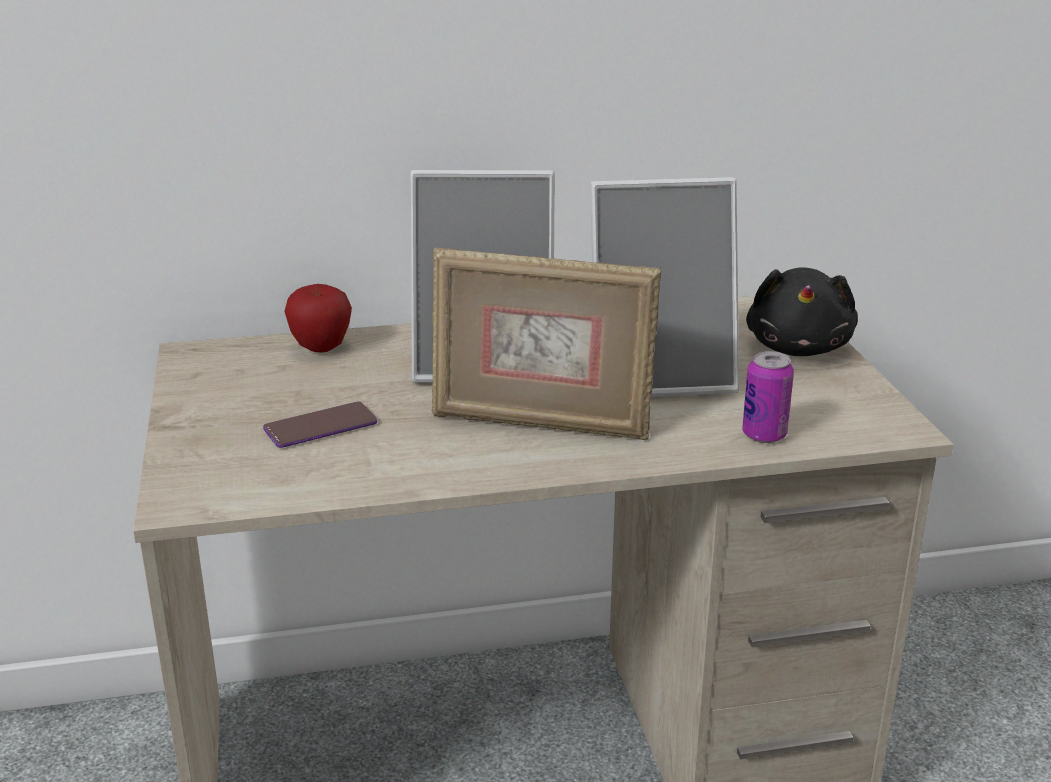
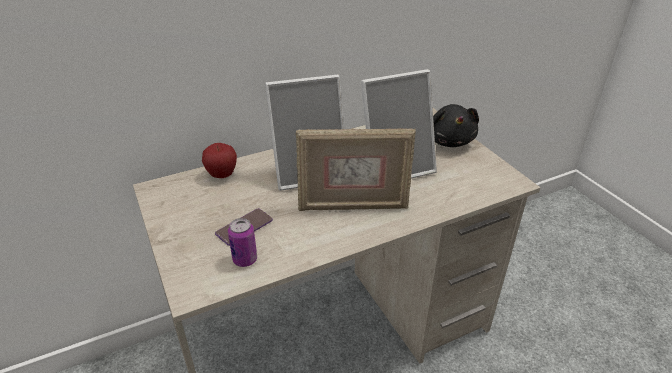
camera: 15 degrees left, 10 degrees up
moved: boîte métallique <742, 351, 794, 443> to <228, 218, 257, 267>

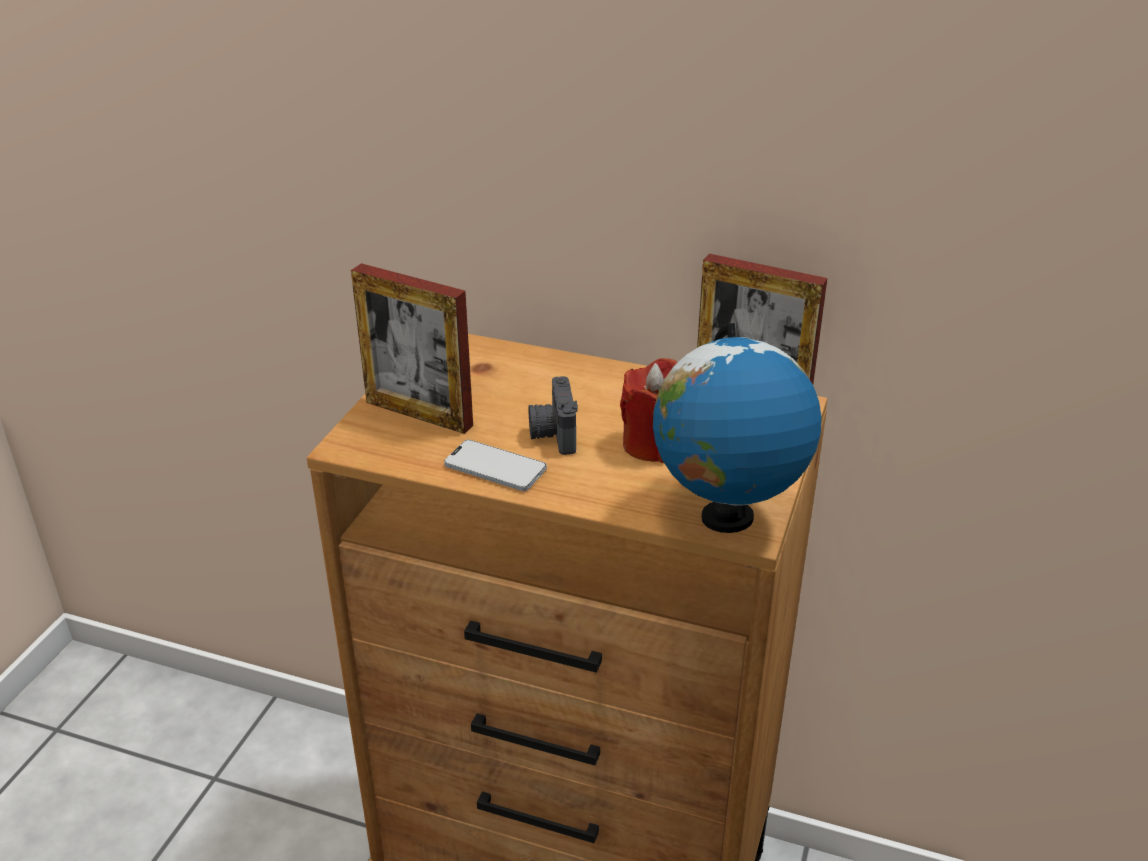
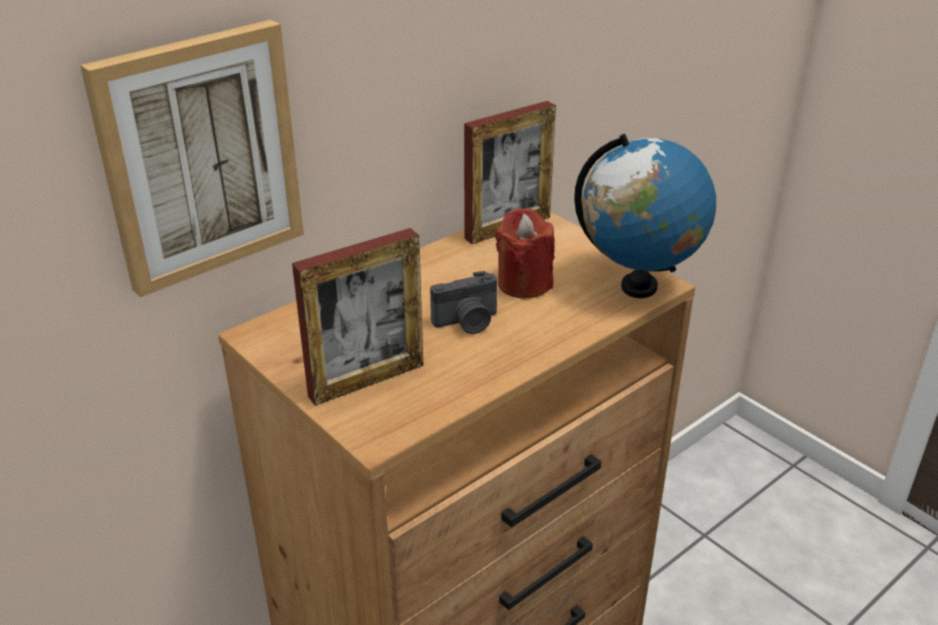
camera: 60 degrees left, 0 degrees up
removed: téléphone <444, 440, 547, 491>
added: tableau <80, 20, 304, 297>
turned: appareil photo <529, 376, 578, 455> = <430, 271, 497, 334> 45 degrees counterclockwise

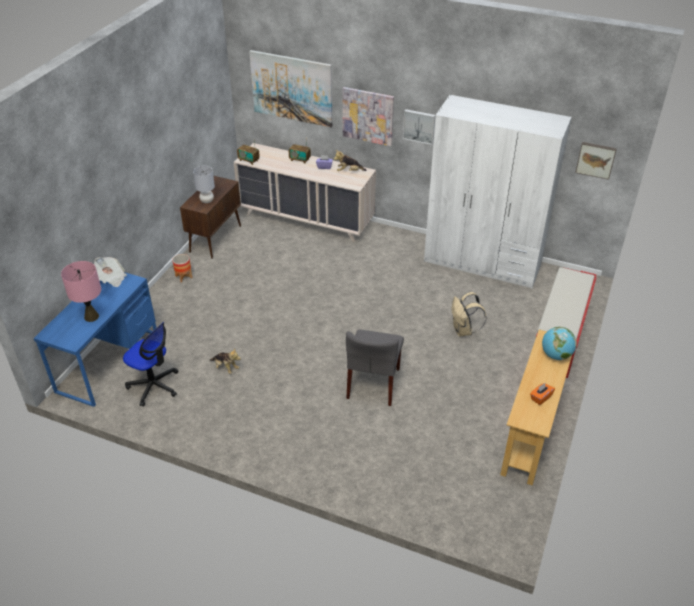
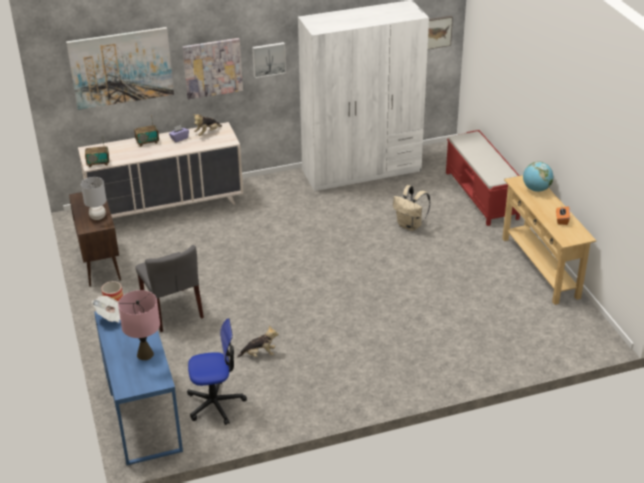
camera: 40 degrees left, 5 degrees down
moved: chaise [gris] <346, 330, 404, 406> to <135, 245, 204, 332>

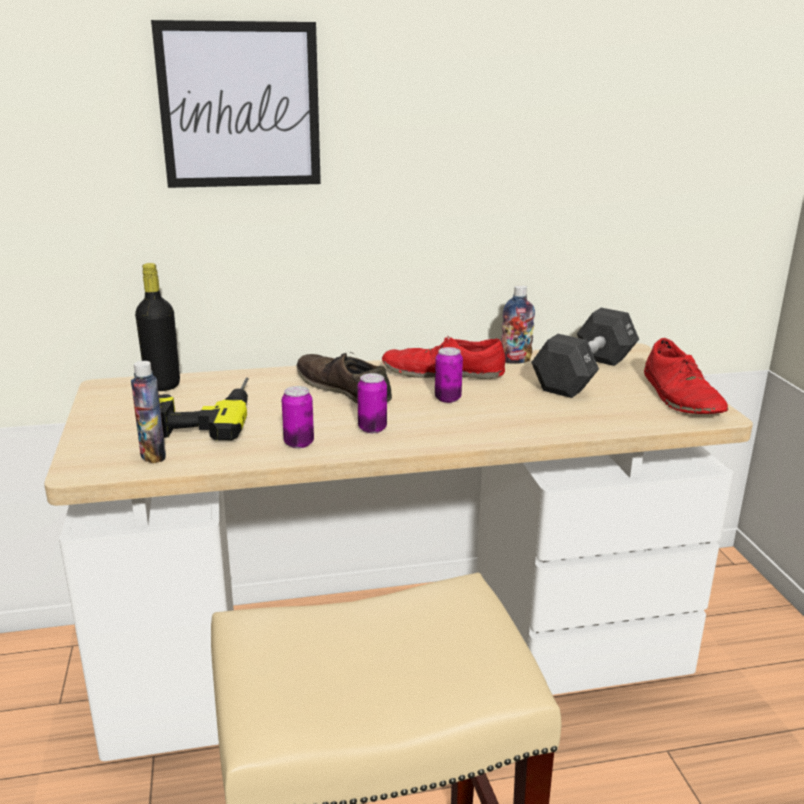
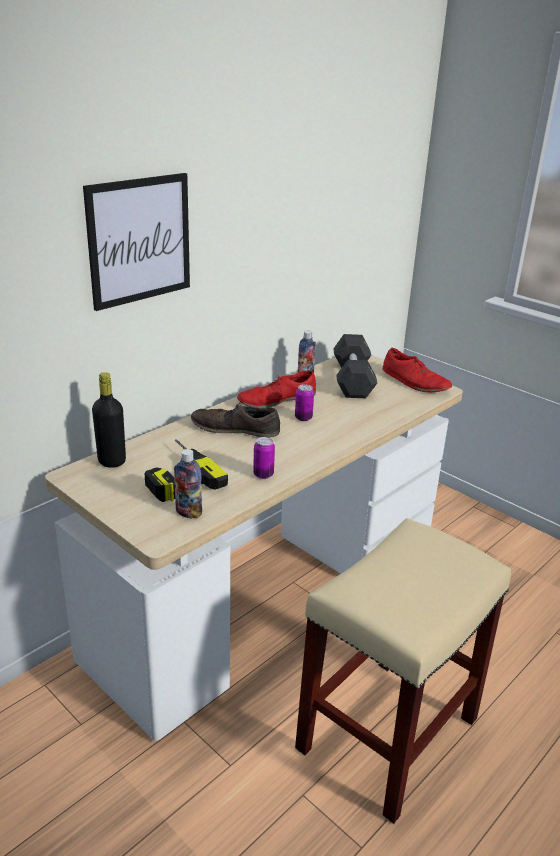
camera: 35 degrees left, 5 degrees up
removed: boîte métallique <357, 373, 387, 433>

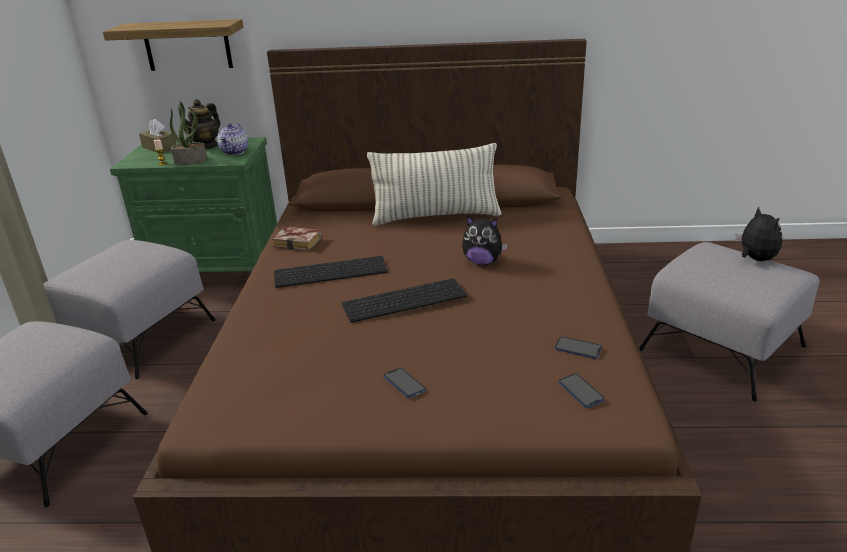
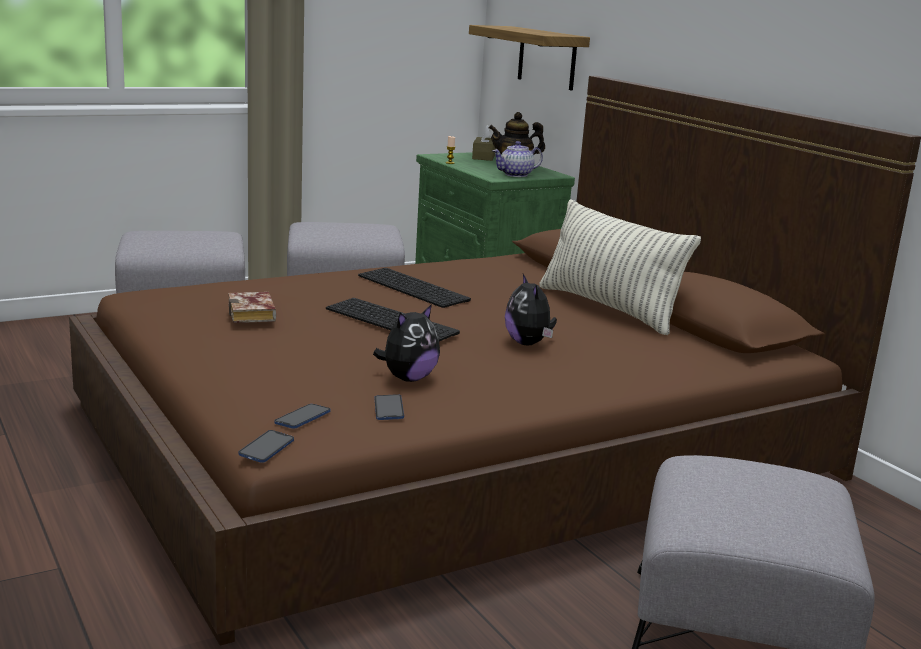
camera: 55 degrees right, 10 degrees down
removed: plante en pot <170, 101, 207, 165>
moved: livre <272, 227, 321, 251> to <228, 292, 276, 323>; téléphone <383, 368, 426, 398> to <238, 430, 294, 463>; peluche <735, 206, 783, 261> to <373, 304, 440, 382>

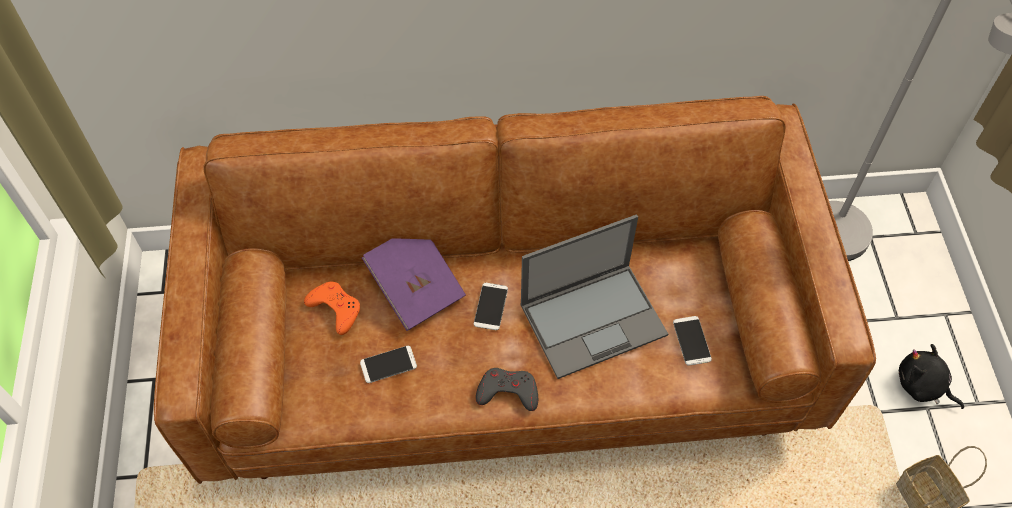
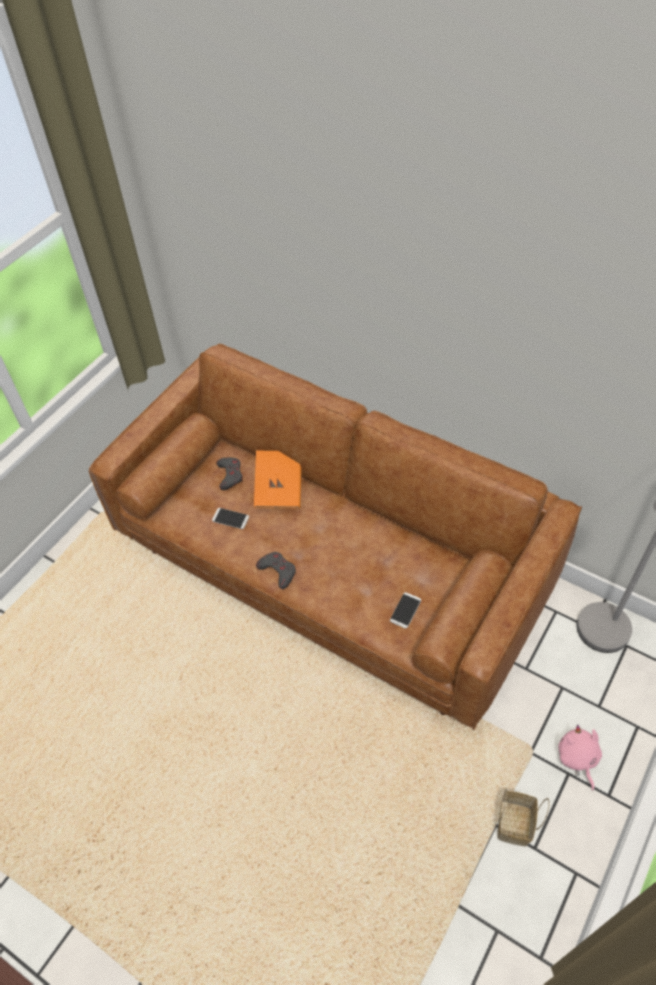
camera: 40 degrees right, 5 degrees down
removed: téléphone <474, 283, 508, 330>; ordinateur portable <521, 214, 668, 379>
recoloured: manette [orange] <304, 282, 360, 335> to manette [gris] <217, 457, 243, 490>; livre [violet] <362, 238, 466, 331> to livre [orange] <254, 451, 301, 508>; peluche [noir] <899, 344, 964, 409> to peluche [rose] <558, 724, 602, 791>

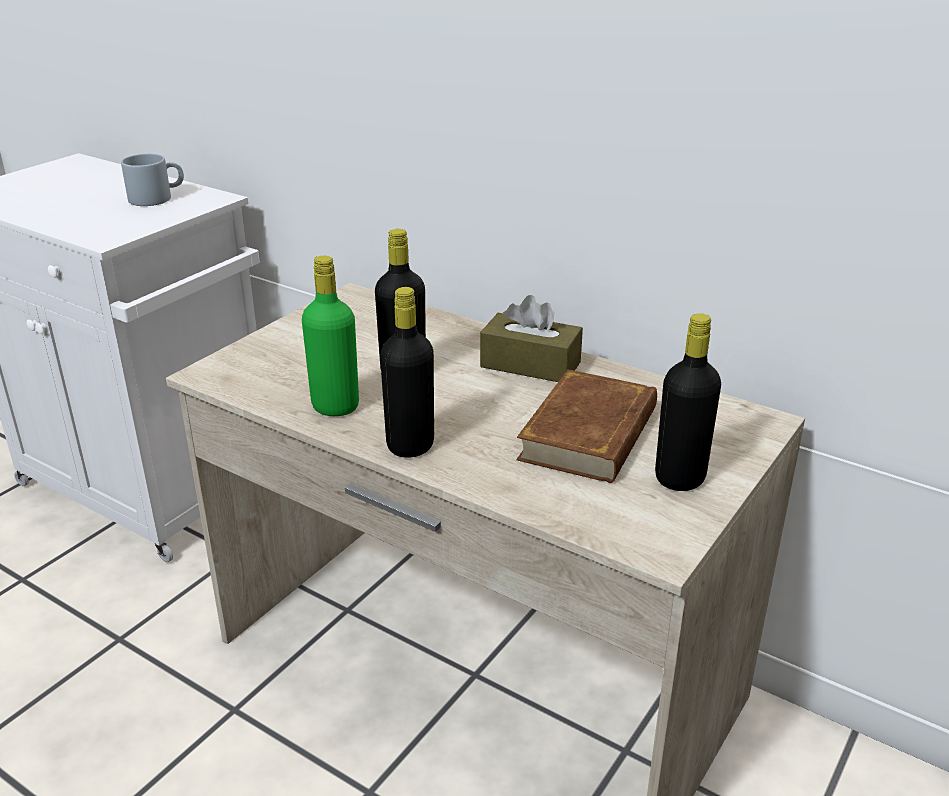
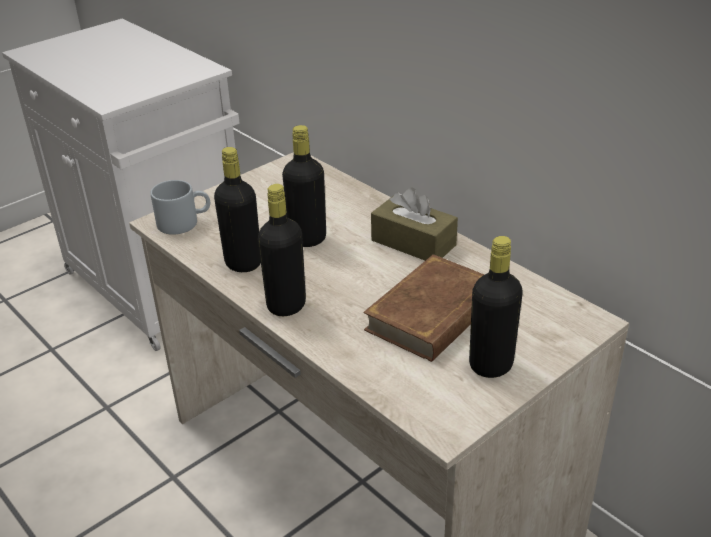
camera: 15 degrees right, 5 degrees up
moved: mug [gris] <121, 154, 184, 206> to <150, 180, 210, 235>
recoloured: bouteille [vert] <302, 256, 359, 416> to bouteille [noir] <214, 147, 261, 272>

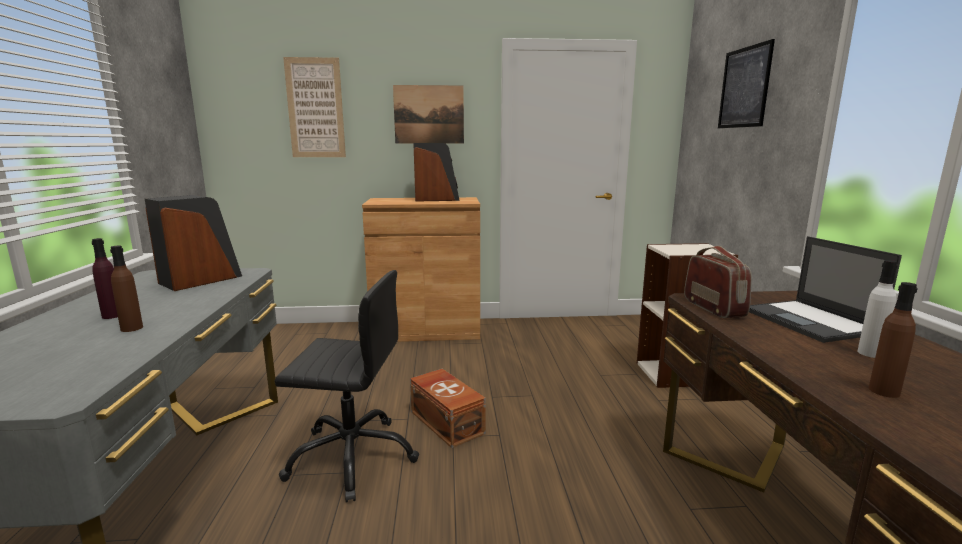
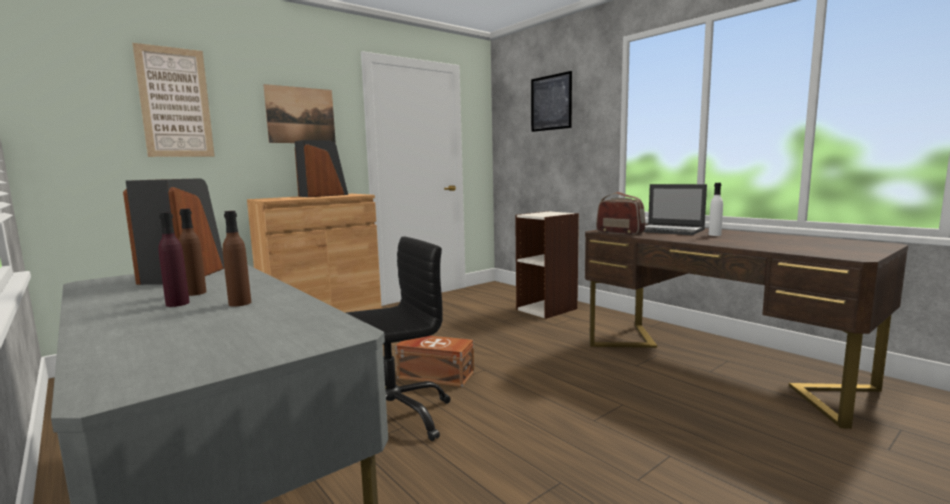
camera: 35 degrees left, 5 degrees down
moved: bouteille [marron] <868, 282, 918, 398> to <179, 209, 206, 296>

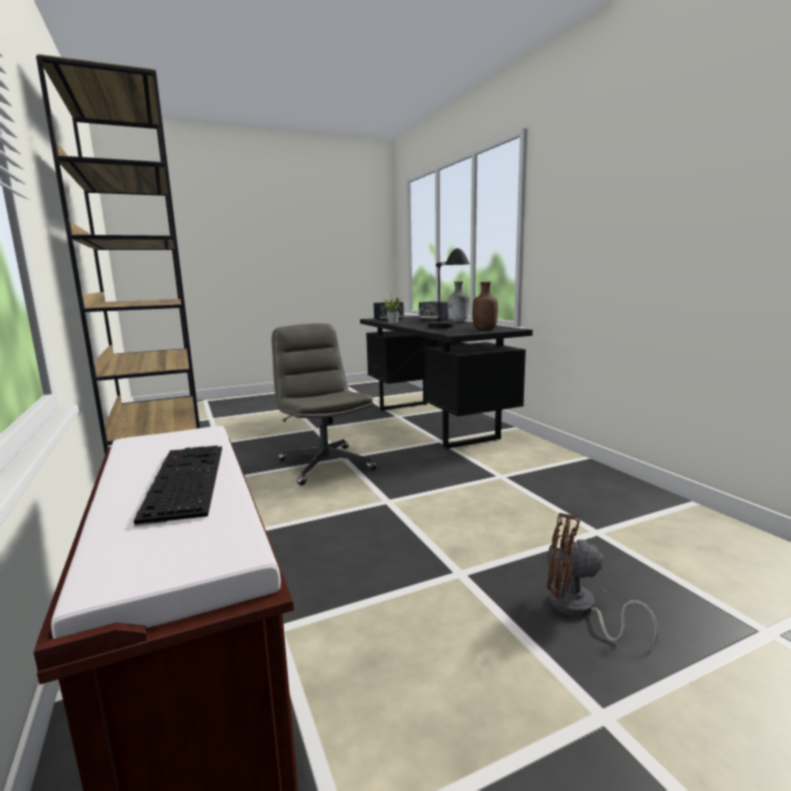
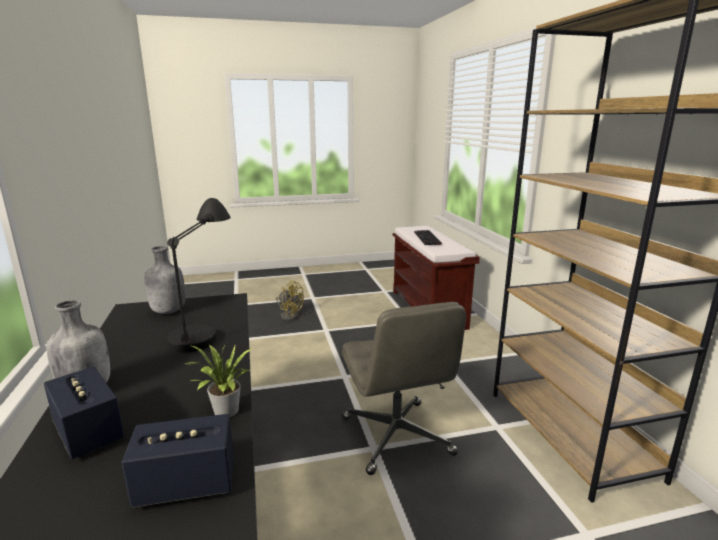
camera: 170 degrees left, 5 degrees up
recoloured: bouteille [marron] <472, 282, 498, 330> to bouteille [gris] <145, 246, 185, 314>; ventilateur [marron] <547, 513, 658, 648> to ventilateur [jaune] <276, 280, 304, 320>

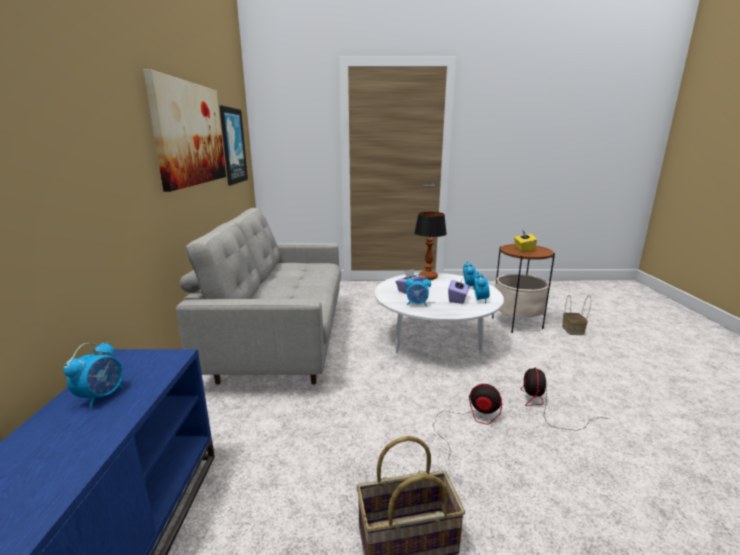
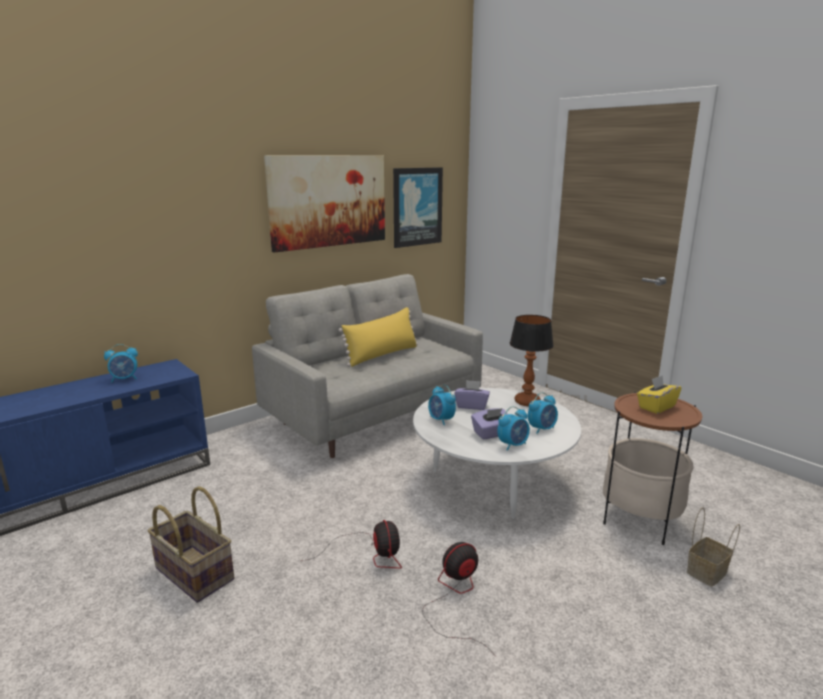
camera: 50 degrees right, 0 degrees up
added: coussin [jaune] <339, 307, 418, 367>

